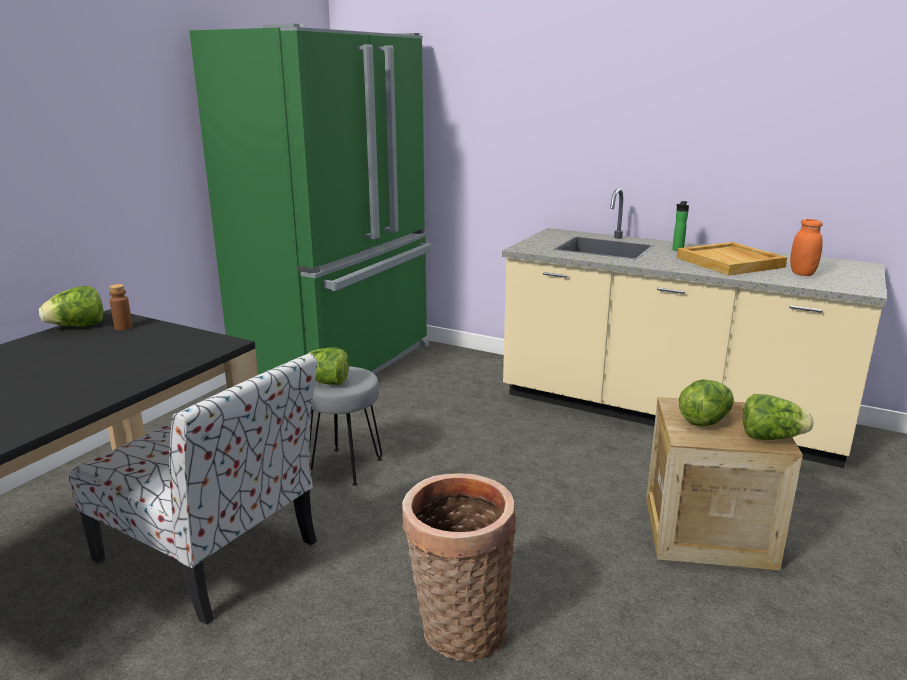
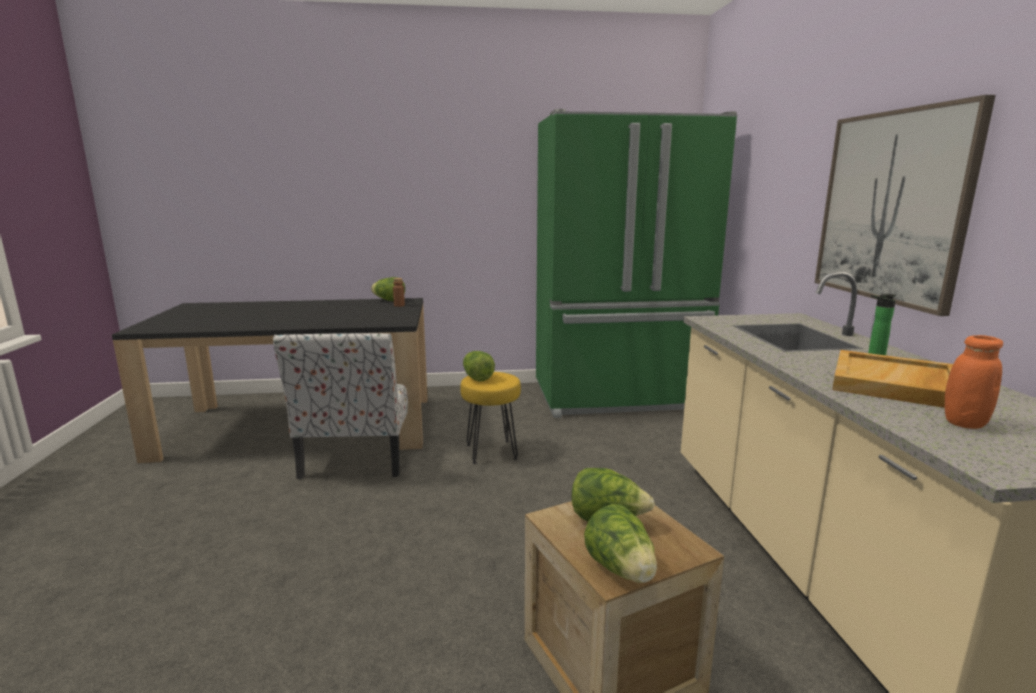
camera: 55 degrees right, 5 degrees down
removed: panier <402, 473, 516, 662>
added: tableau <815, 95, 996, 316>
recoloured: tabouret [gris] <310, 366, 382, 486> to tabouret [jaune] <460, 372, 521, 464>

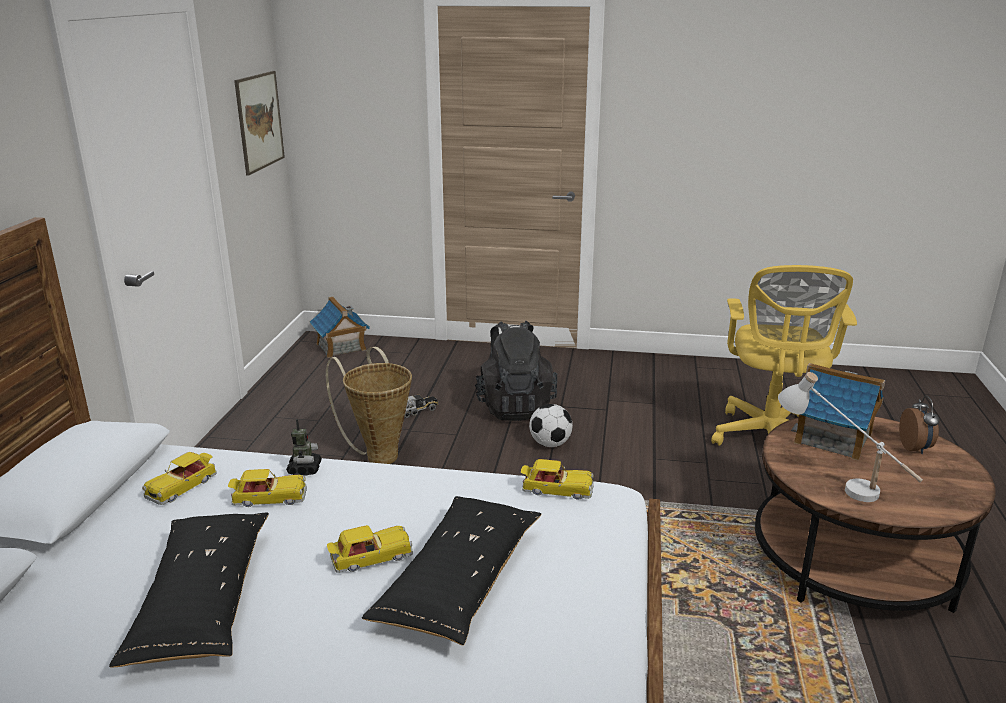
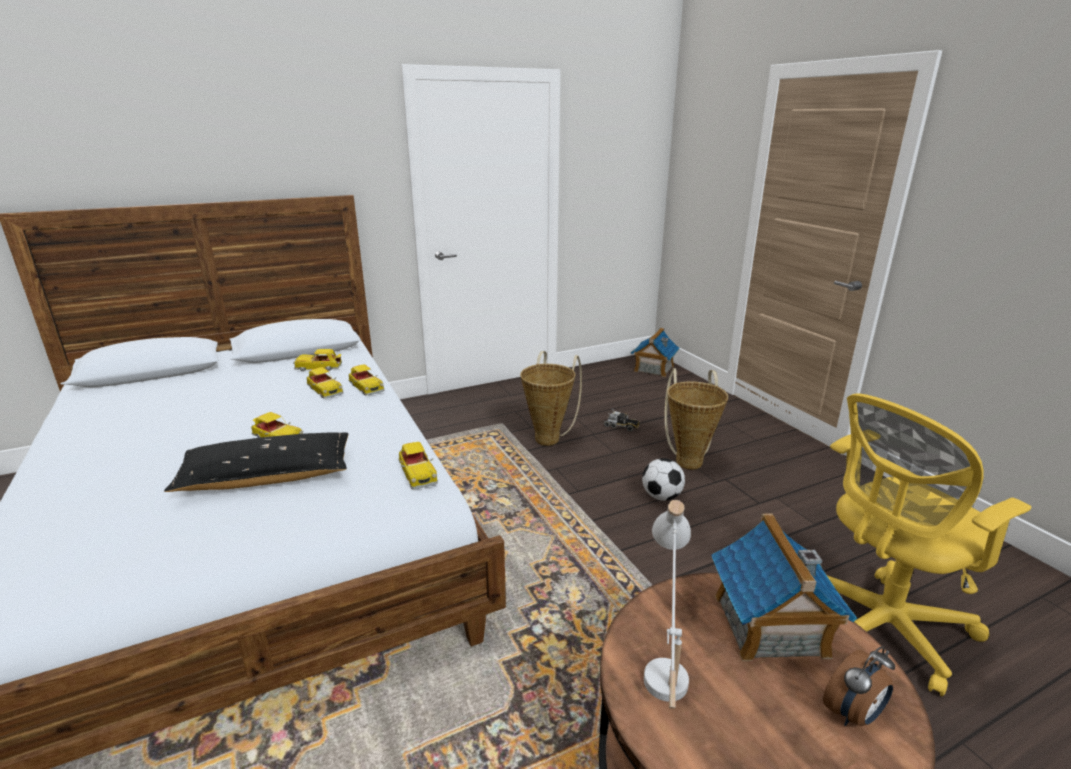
camera: 55 degrees right, 0 degrees up
removed: coussin [noir] <109, 513, 269, 667>; tableau <234, 71, 285, 175>
replaced: robot jouet <286, 419, 322, 475> to petite voiture <349, 364, 384, 396>; sac à dos [noir] <475, 321, 558, 421> to panier <665, 368, 728, 470>

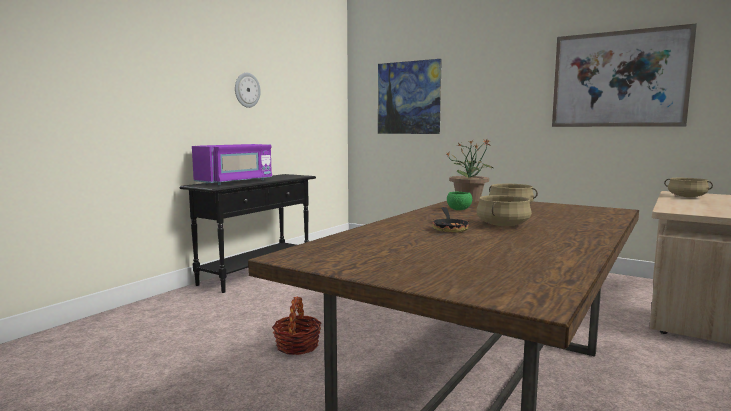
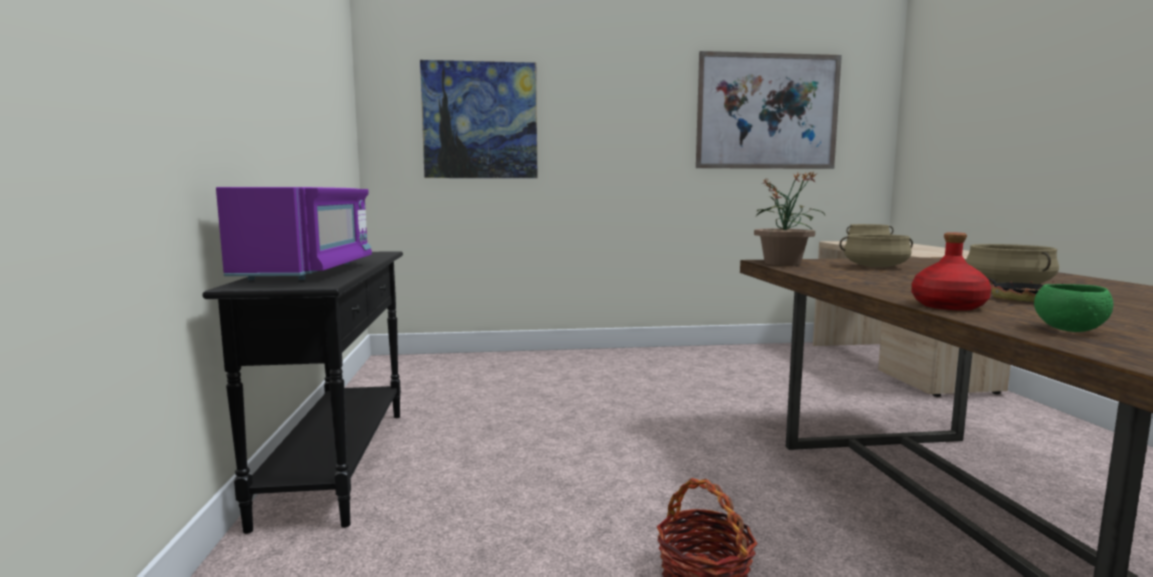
camera: 40 degrees left, 0 degrees up
removed: horloge murale <235, 73, 261, 108>
added: bouteille [rouge] <911, 232, 992, 311>
moved: bol [vert] <447, 192, 472, 210> to <1034, 284, 1113, 332>

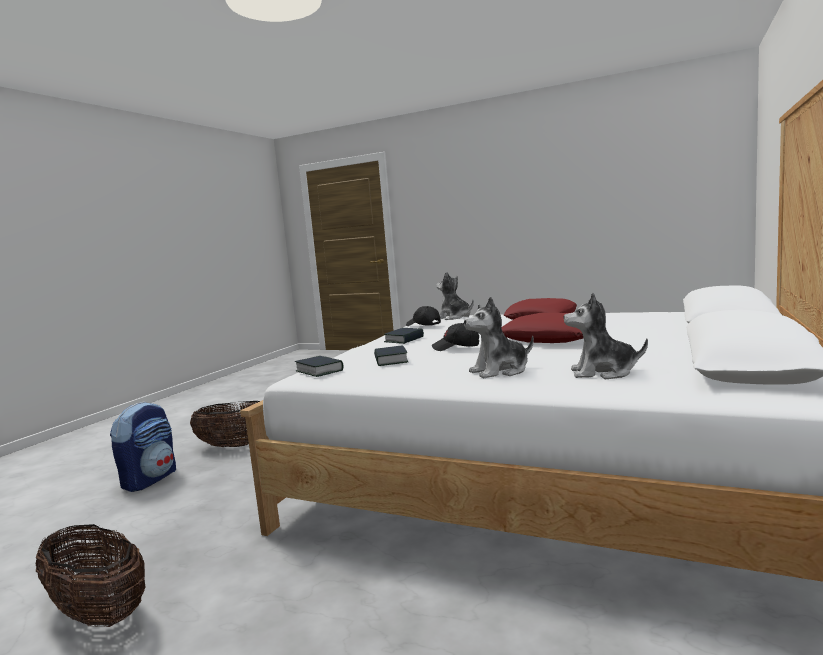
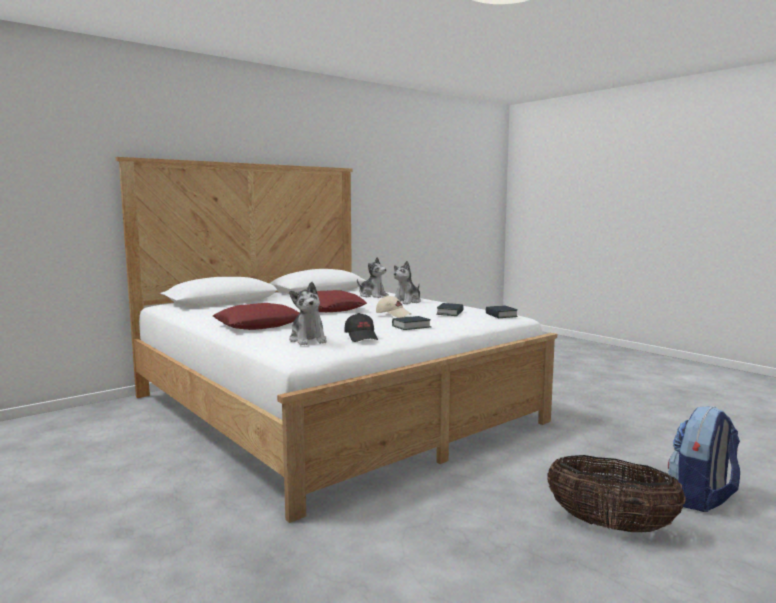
camera: 155 degrees left, 0 degrees up
removed: panier <36, 524, 145, 627>
recoloured: casquette [noir] <432, 323, 479, 351> to casquette [beige] <376, 296, 411, 318>
turned: peluche <464, 297, 534, 378> = <394, 261, 421, 304> 120 degrees clockwise

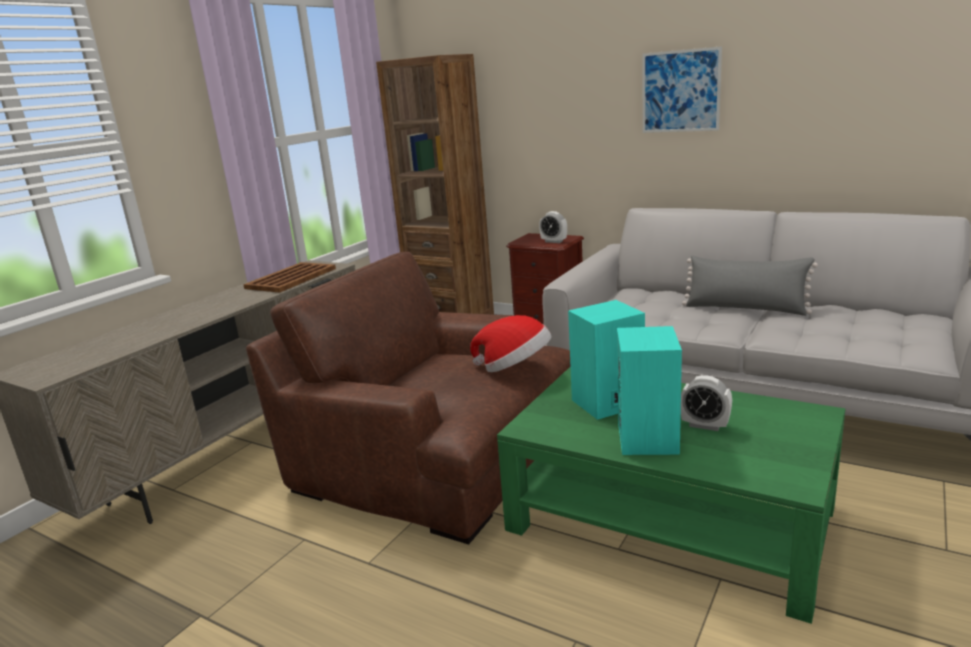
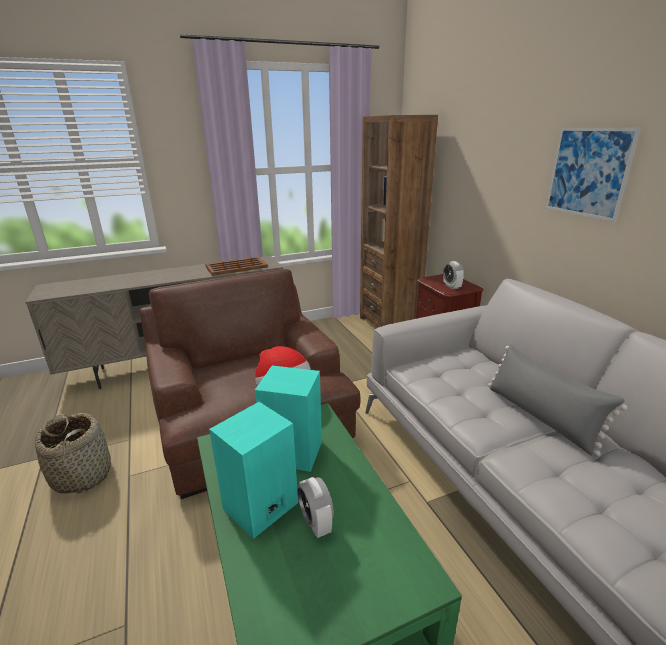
camera: 35 degrees right, 5 degrees up
added: panier <35, 412, 111, 494>

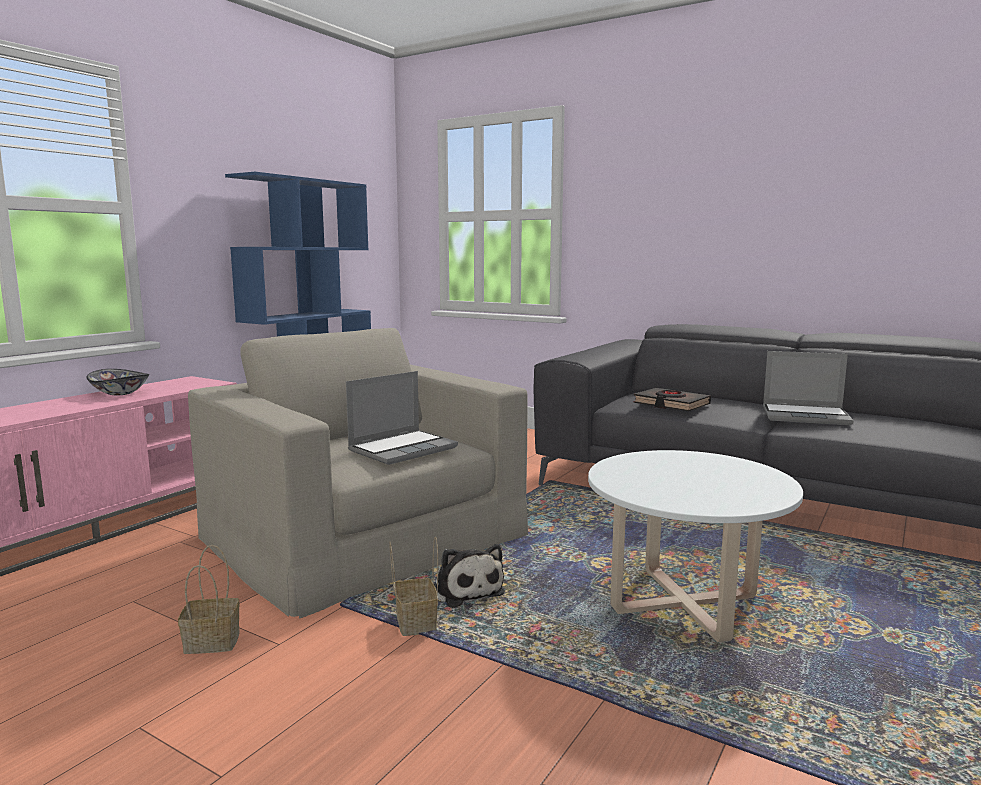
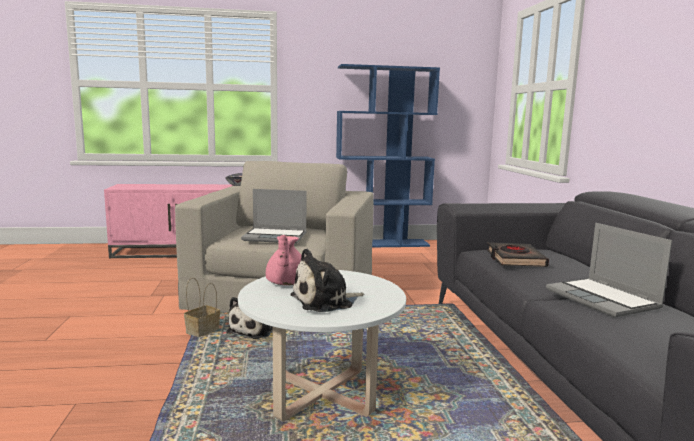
camera: 50 degrees right, 0 degrees up
removed: panier <178, 545, 240, 654>
added: théière [rose] <266, 235, 302, 285>; peluche <290, 248, 364, 312>

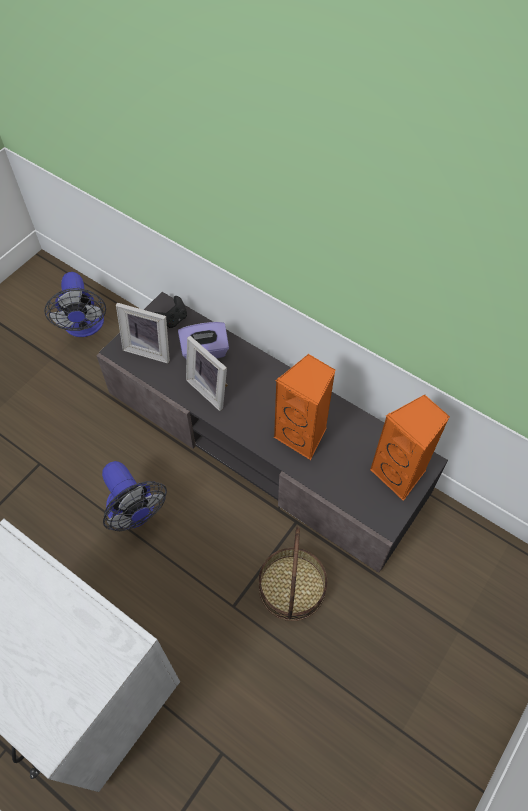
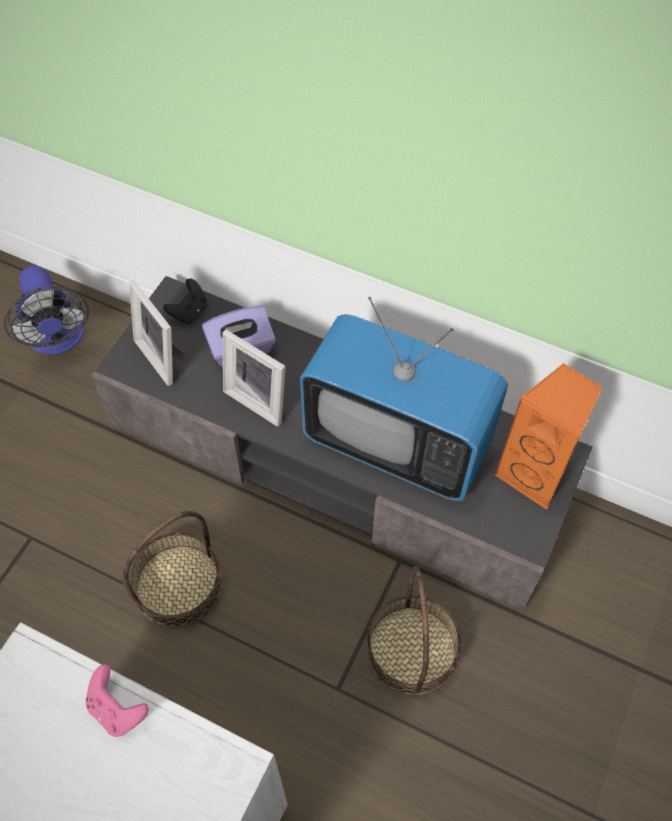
camera: 10 degrees left, 0 degrees up
added: manette [rose] <86, 664, 149, 737>
replaced: ventilateur <102, 461, 167, 531> to panier <123, 511, 222, 628>; enceinte [orange] <274, 354, 335, 460> to téléviseur <300, 297, 508, 501>
turned: cadre photo <116, 303, 170, 363> = <129, 280, 184, 386> 45 degrees clockwise

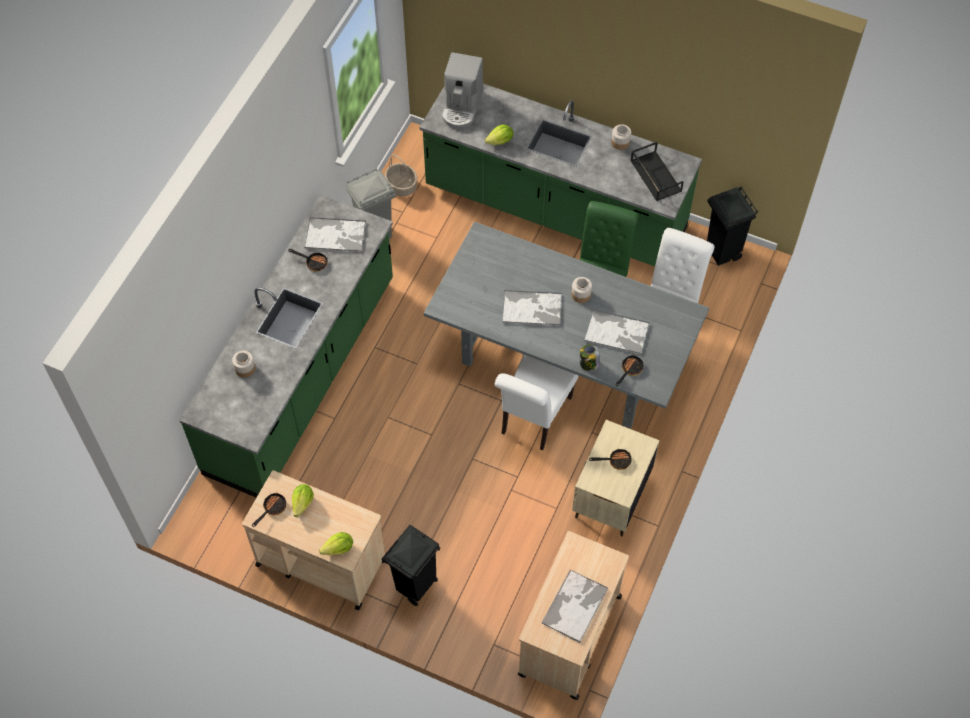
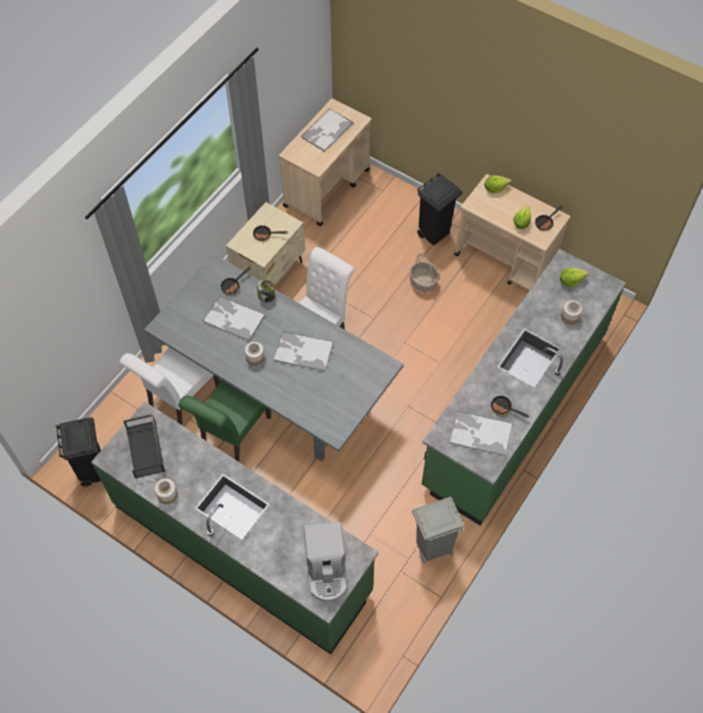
camera: 170 degrees left, 0 degrees up
moved: panier <385, 154, 417, 197> to <410, 254, 439, 292>; laitue <485, 124, 513, 145> to <560, 268, 588, 287>
turned: machine à café <441, 52, 483, 129> = <304, 522, 347, 602> 150 degrees clockwise

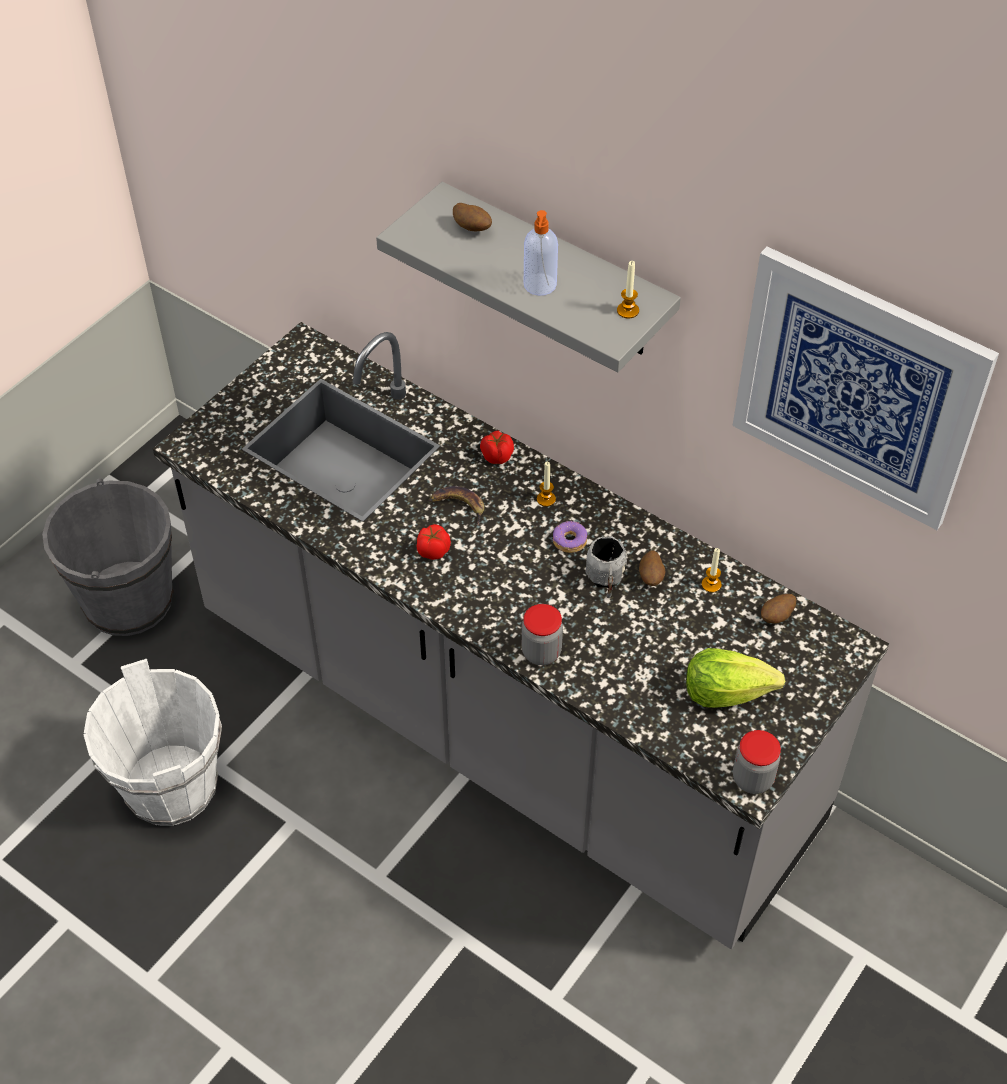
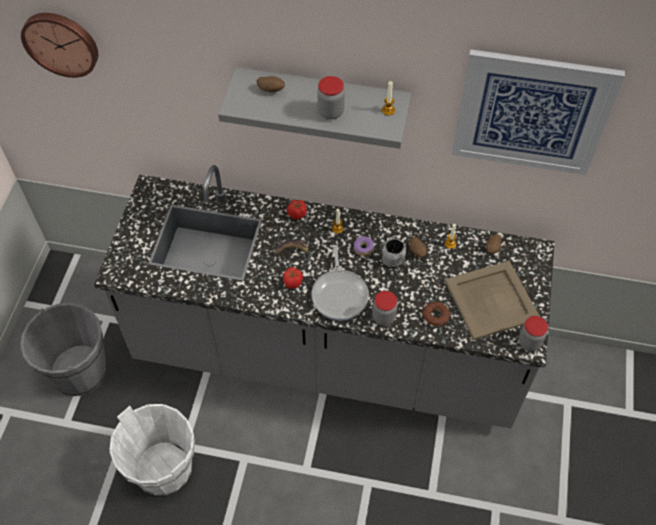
camera: 25 degrees left, 5 degrees up
added: horloge murale <21, 13, 98, 78>; poêle <312, 245, 369, 320>; beignet <423, 302, 450, 327>
replaced: distributeur de savon <524, 210, 558, 296> to bocal <317, 76, 345, 120>; laitue <686, 648, 785, 708> to plateau [beige] <445, 261, 540, 340>

